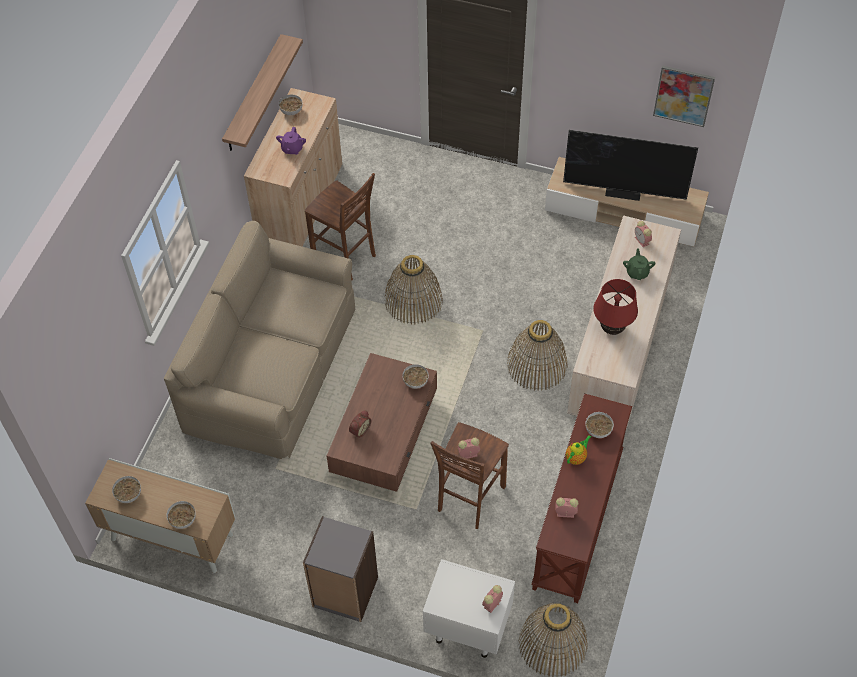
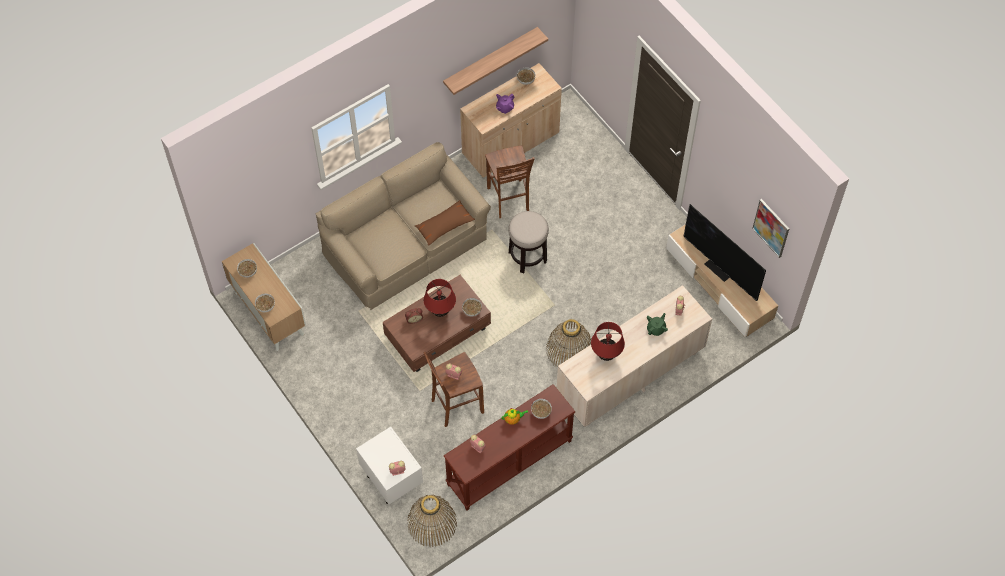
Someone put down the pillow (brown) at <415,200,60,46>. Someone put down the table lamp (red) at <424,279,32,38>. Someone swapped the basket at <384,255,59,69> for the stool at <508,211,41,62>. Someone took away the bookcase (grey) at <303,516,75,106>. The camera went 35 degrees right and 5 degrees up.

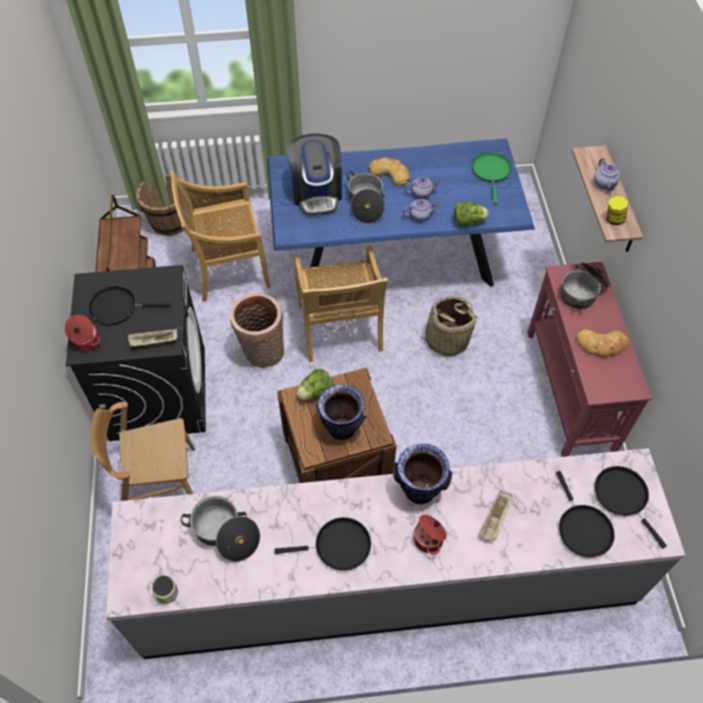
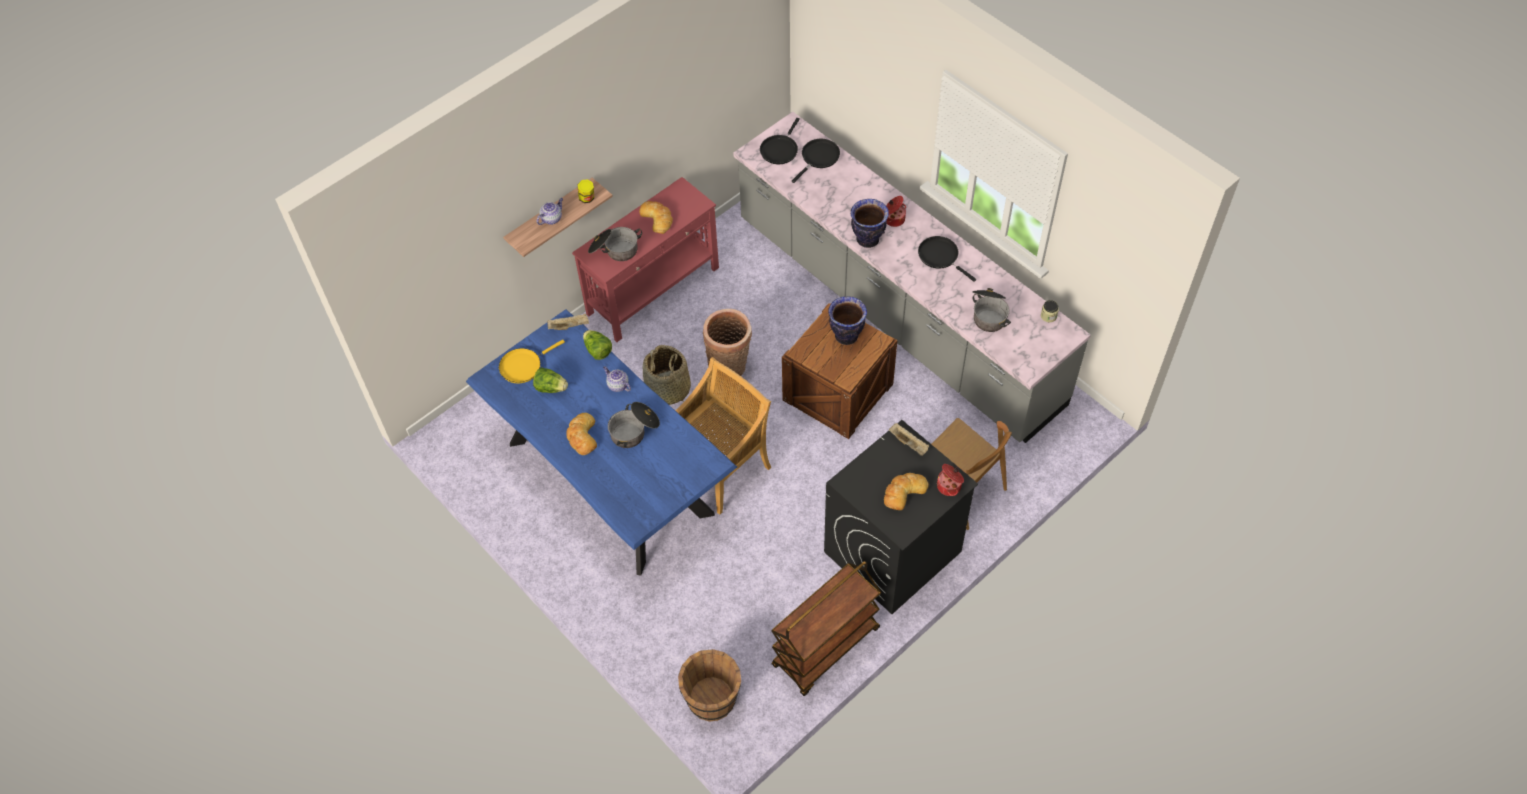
Someone repainted the frying pan (green) at <472,152,40,52>, which became the frying pan (yellow) at <499,340,66,43>. Someone carried the lettuce from <296,369,38,31> to <533,367,35,26>. Someone carried the tray (beige) from <479,490,34,51> to <547,313,42,17>. Someone carried the basket from <230,293,54,75> to <703,309,49,67>. Someone swapped the frying pan (black) at <88,286,83,39> for the bread at <884,473,45,37>. Someone took away the chair (beige) at <170,170,101,132>. Someone took away the coffee machine at <287,134,55,81>. Someone took away the teapot at <405,177,35,22>. The camera went 125 degrees left and 0 degrees up.

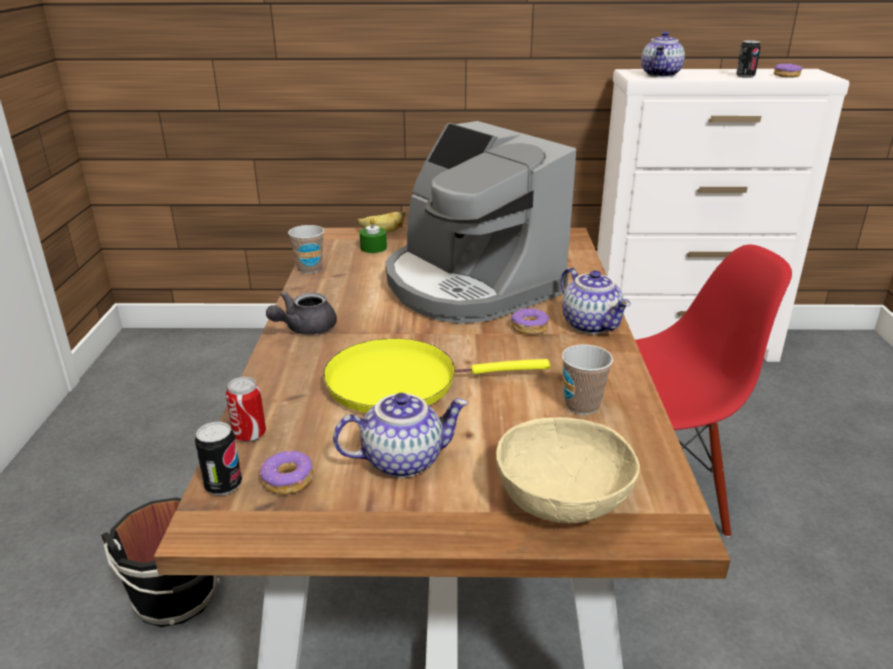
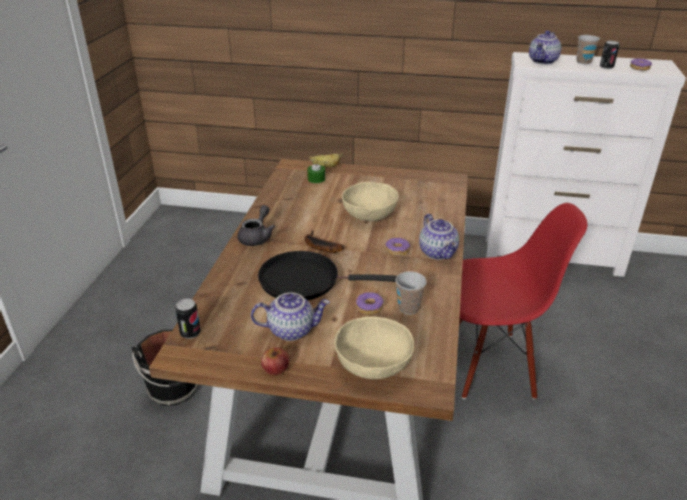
Someone rotated the teapot (grey) at <266,292,71,43> by 150 degrees clockwise. Someone repainted the frying pan (yellow) at <323,338,227,75>, which became the frying pan (black) at <258,251,139,49>. Someone put down the apple at <261,347,28,28>. Someone put down the banana at <305,230,39,23>. Someone swapped the coffee machine at <386,121,190,203> for the bowl (beige) at <342,182,57,39>. Someone carried the donut from <260,451,54,43> to <356,292,27,23>. Someone carried the cup from <288,225,36,49> to <577,35,23,29>. Someone took away the can at <226,377,40,65>. The camera went 10 degrees right and 5 degrees up.

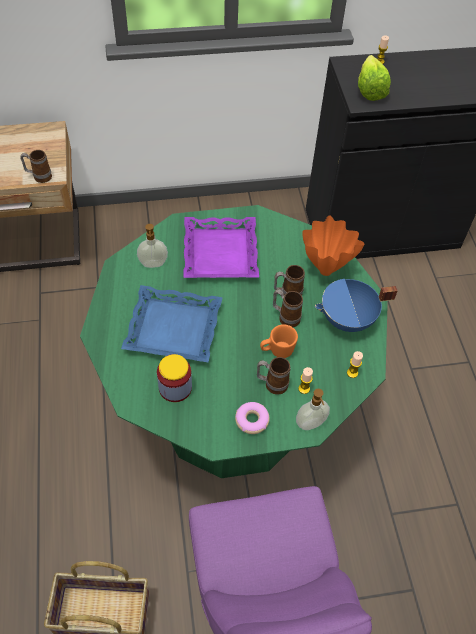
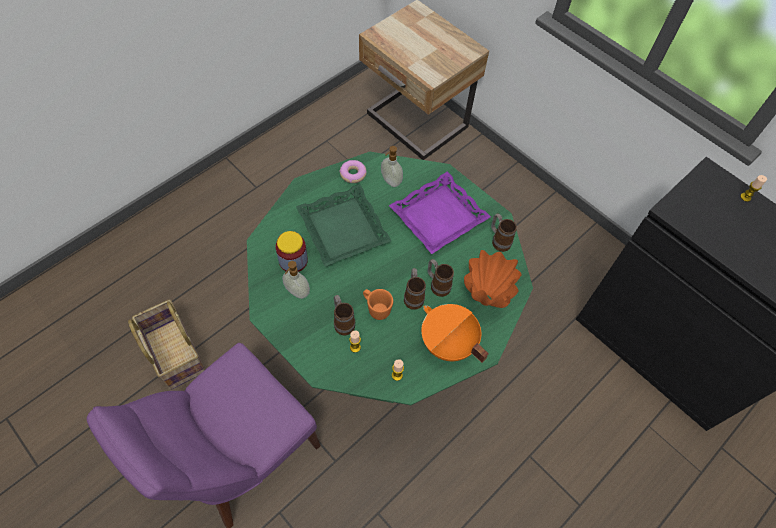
Someone carried the soap dispenser from <296,389,34,41> to <282,261,28,38>. Someone repainted the tray (blue) at <121,285,102,77>, which became the tray (green) at <296,184,95,82>. Someone carried the donut from <235,402,35,32> to <339,160,28,23>. Someone repainted the cooking pot (blue) at <315,279,82,53>, which became the cooking pot (orange) at <421,304,68,59>. Someone carried the mug from <20,150,32,33> to <491,214,26,38>. Someone took away the lettuce at <358,55,33,46>. The camera went 55 degrees right and 5 degrees up.

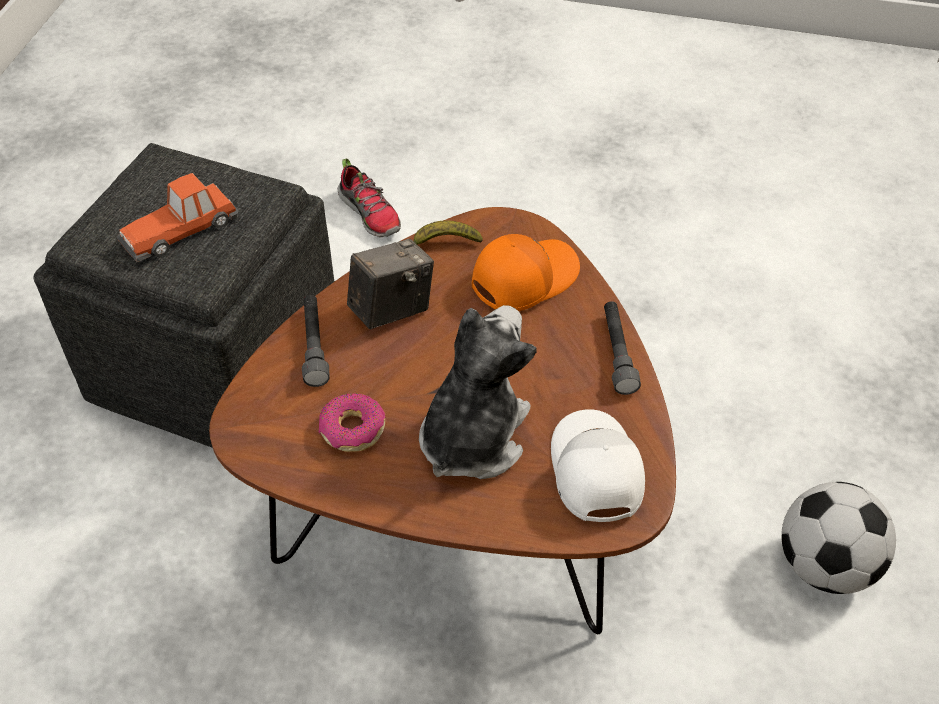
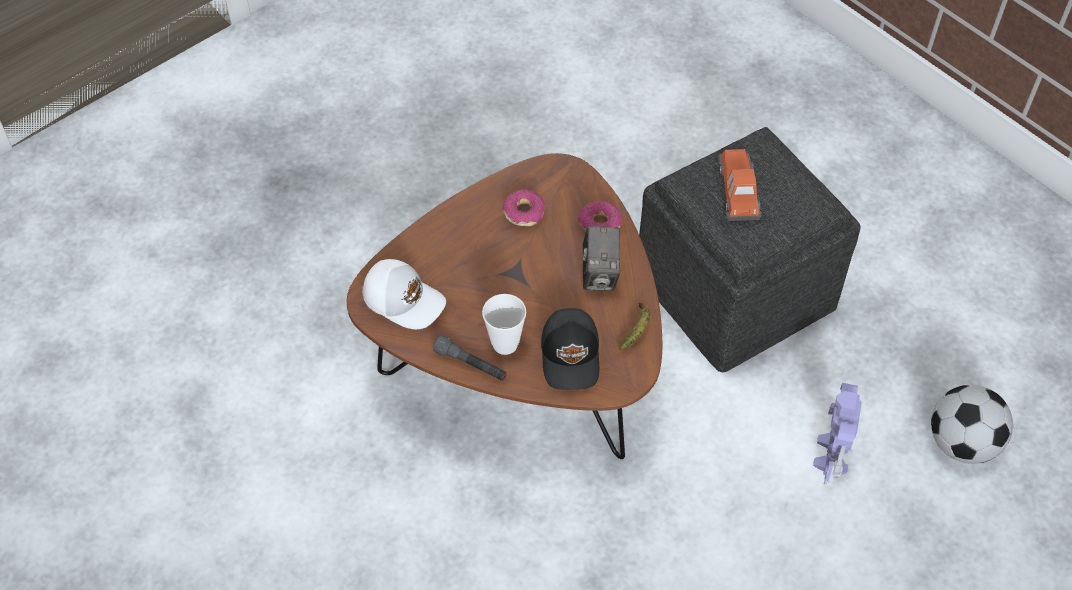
Someone put down the cup at <482,294,44,61>. Someone repainted the cap (orange) at <472,234,108,77>, which became the cap (black) at <541,308,58,82>. Someone swapped the flashlight (grey) at <302,295,27,92> for the donut at <578,201,44,31>. Someone swapped the shoe at <337,158,64,79> for the toy robot at <813,383,49,102>. Someone carried the football from <781,482,115,112> to <931,385,82,79>. Someone took away the plush toy at <419,305,118,174>. The camera went 125 degrees right and 5 degrees up.

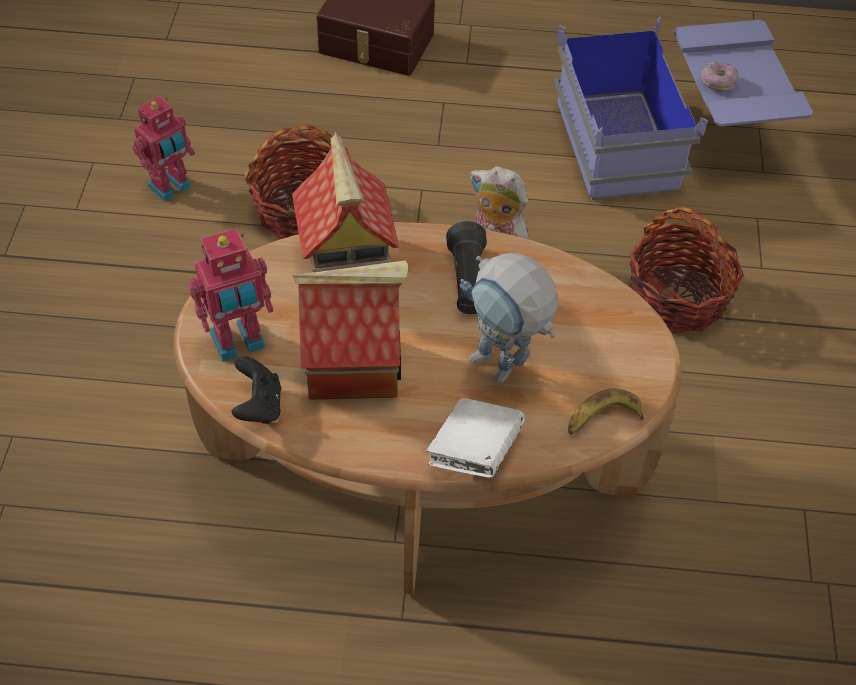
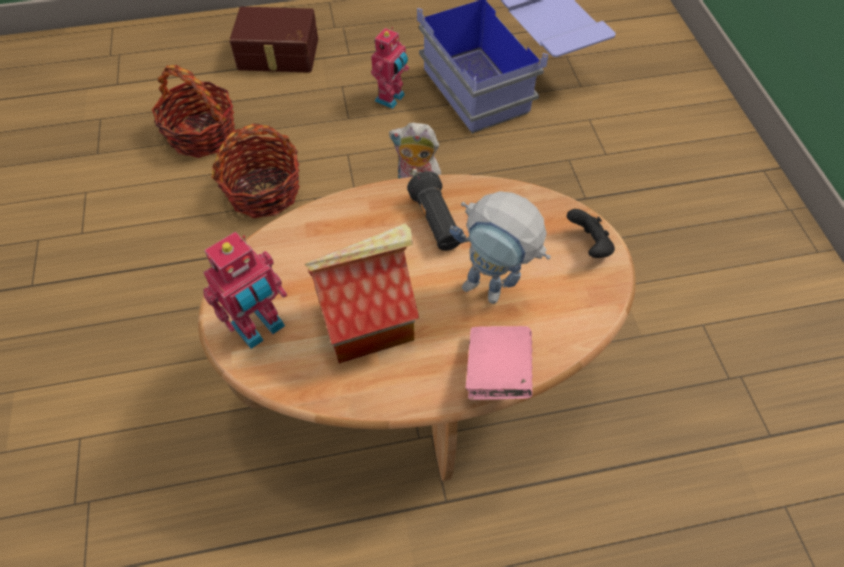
Someone carried the basket from <629,207,115,126> to <152,65,83,93>. Someone carried the toy robot from <132,96,63,106> to <371,27,38,82>. Someone repainted the book (white) at <427,398,98,80>, which became the book (pink) at <466,326,67,74>. Someone carried the game controller (black) from <232,356,49,68> to <567,209,48,49>. Someone took away the toy house at <292,132,107,140>. Someone took away the banana at <568,389,76,46>. Someone took away the donut at <701,61,37,31>. The camera went 15 degrees left and 5 degrees up.

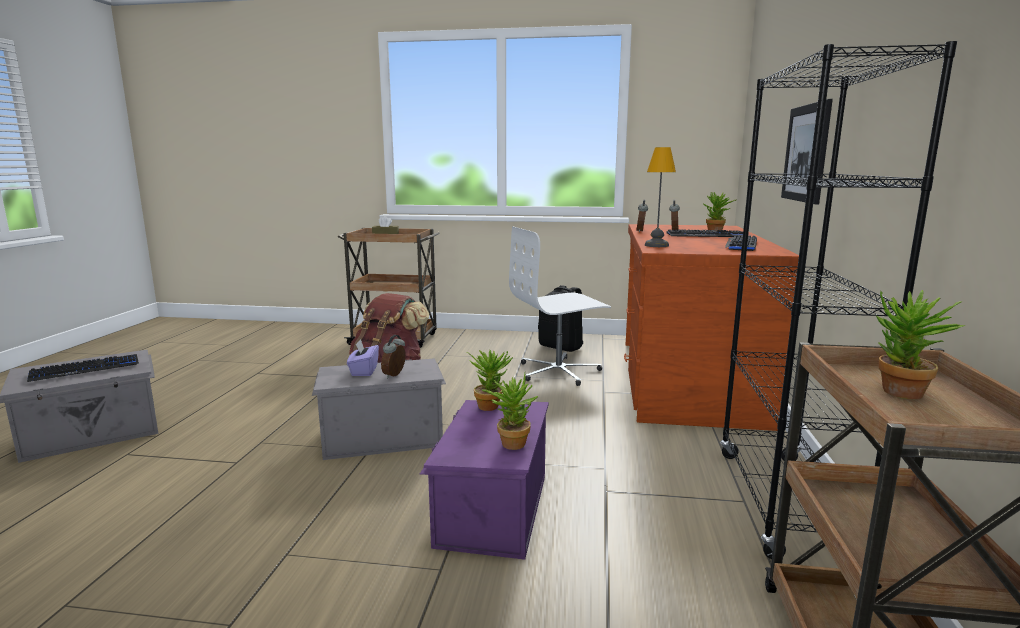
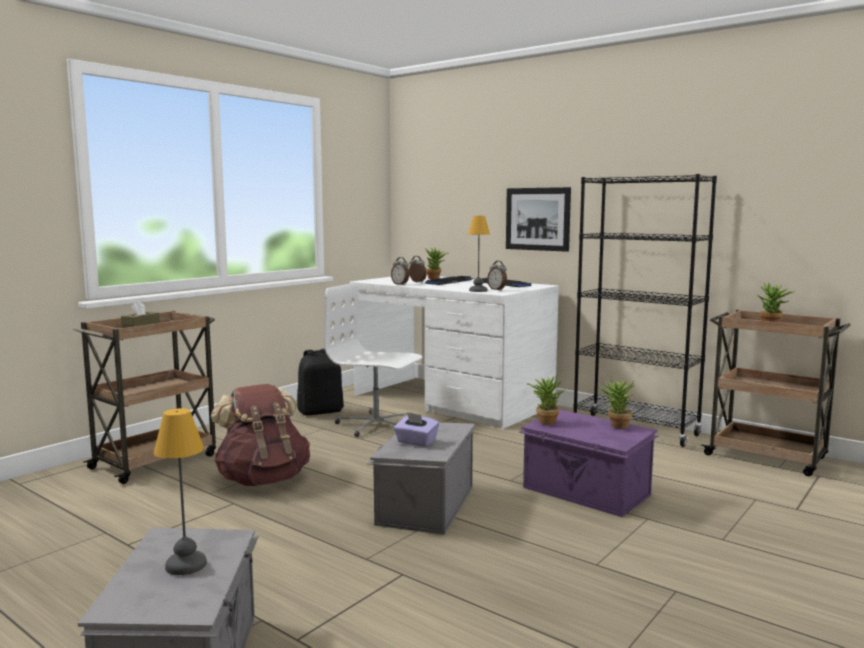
Someone swapped the keyboard at <27,354,112,28> for the table lamp at <154,408,53,167>. Someone rotated the office chair (white) at <509,226,102,160> by 105 degrees clockwise. Someone repainted the desk (brown) at <624,224,175,207>, which became the desk (white) at <350,275,209,154>. Someone carried the alarm clock from <381,335,25,43> to <487,261,20,30>. The camera went 60 degrees left and 5 degrees down.

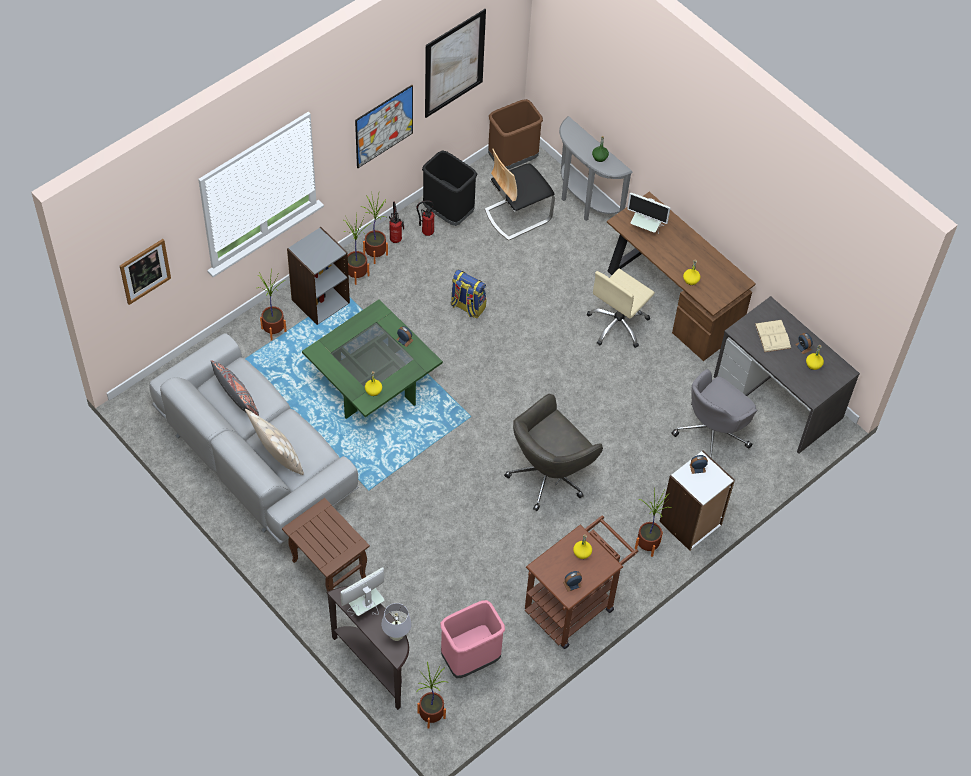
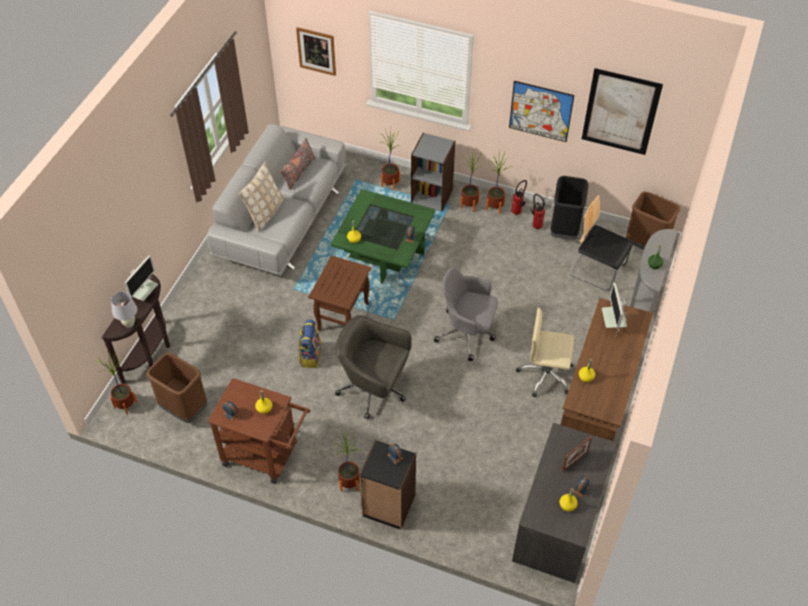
Someone rotated the monitor at <340,567,44,49> by 90 degrees clockwise. Someone repainted the trash can (pink) at <440,600,65,78>, which became the trash can (brown) at <146,353,62,70>. Someone carried the backpack from <451,270,35,48> to <298,319,24,49>. Someone carried the side table (brown) from <282,498,88,94> to <308,256,63,75>. Someone repainted the bookcase (white) at <659,450,76,101>, which became the bookcase (black) at <359,440,57,90>. Someone carried the office chair (grey) from <671,369,86,89> to <434,267,64,94>. Someone swapped the book (beige) at <755,320,36,32> for the picture frame at <562,436,30,35>. The camera went 65 degrees right and 5 degrees down.

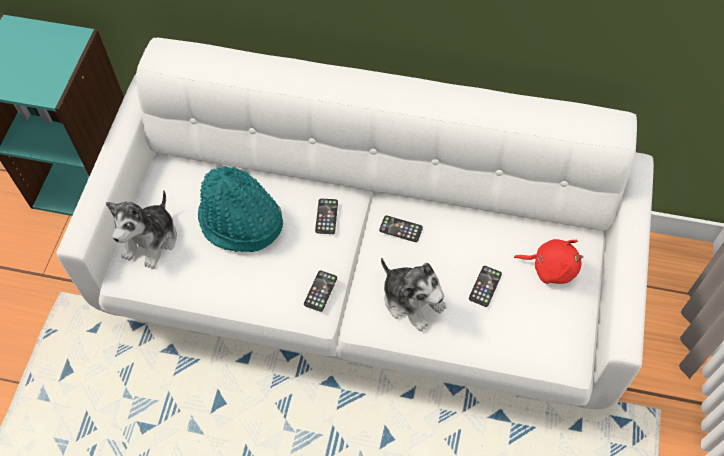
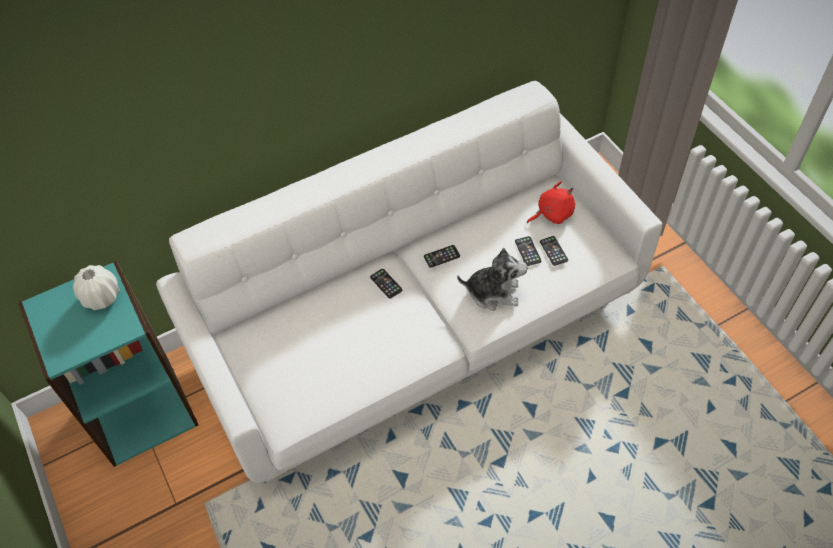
Someone put down the vase (white) at <73,265,47,45>. Someone carried the phone from <304,271,33,41> to <540,236,28,30>. Someone took away the plush toy at <106,190,71,79>. Someone took away the hat (turquoise) at <198,166,85,86>. The camera went 40 degrees left and 5 degrees down.

